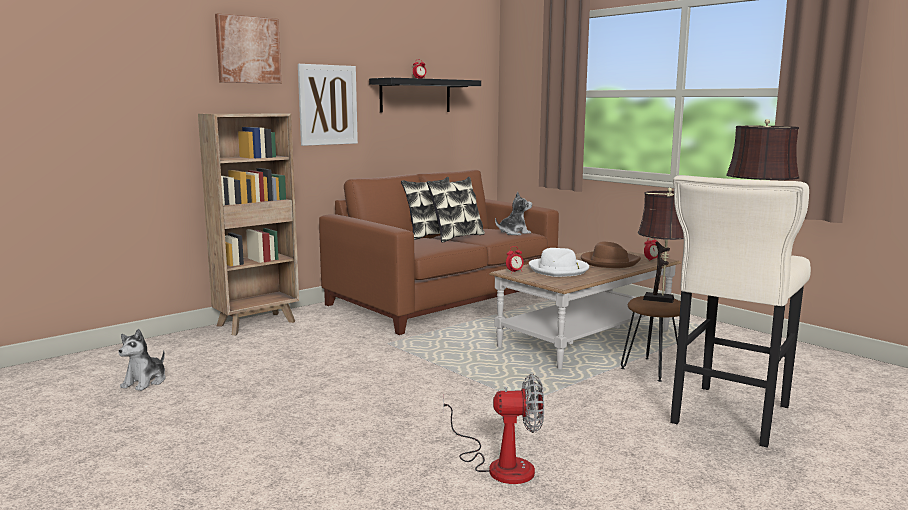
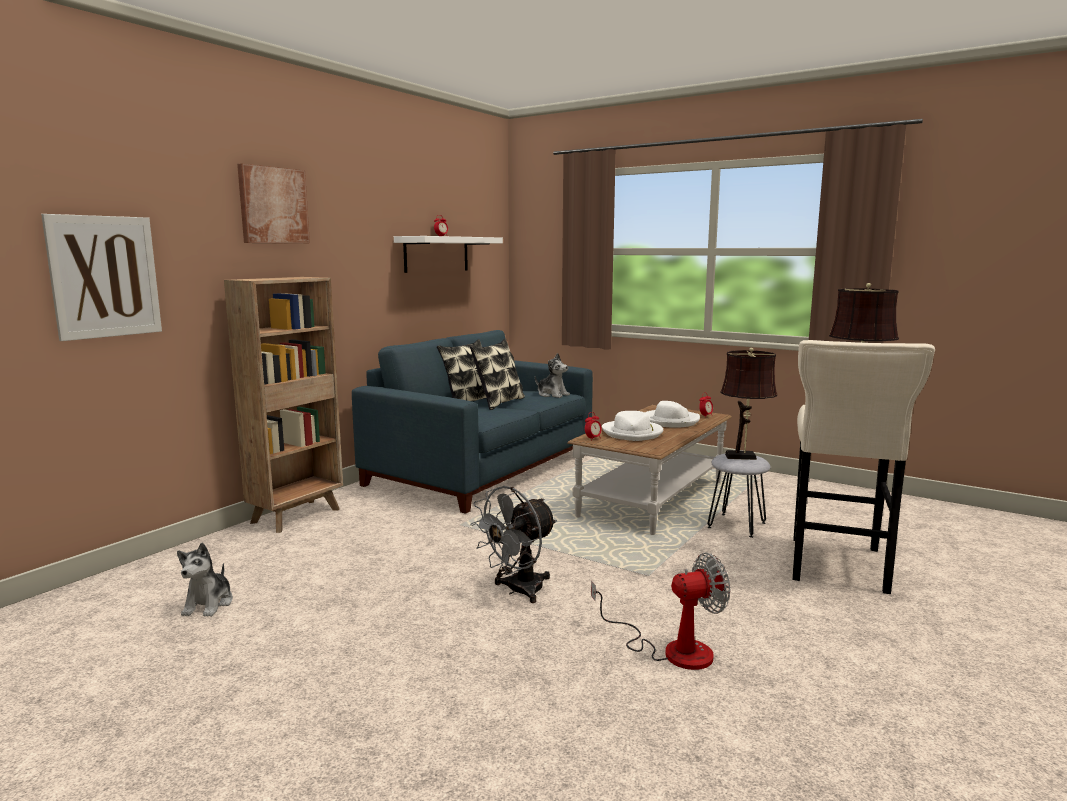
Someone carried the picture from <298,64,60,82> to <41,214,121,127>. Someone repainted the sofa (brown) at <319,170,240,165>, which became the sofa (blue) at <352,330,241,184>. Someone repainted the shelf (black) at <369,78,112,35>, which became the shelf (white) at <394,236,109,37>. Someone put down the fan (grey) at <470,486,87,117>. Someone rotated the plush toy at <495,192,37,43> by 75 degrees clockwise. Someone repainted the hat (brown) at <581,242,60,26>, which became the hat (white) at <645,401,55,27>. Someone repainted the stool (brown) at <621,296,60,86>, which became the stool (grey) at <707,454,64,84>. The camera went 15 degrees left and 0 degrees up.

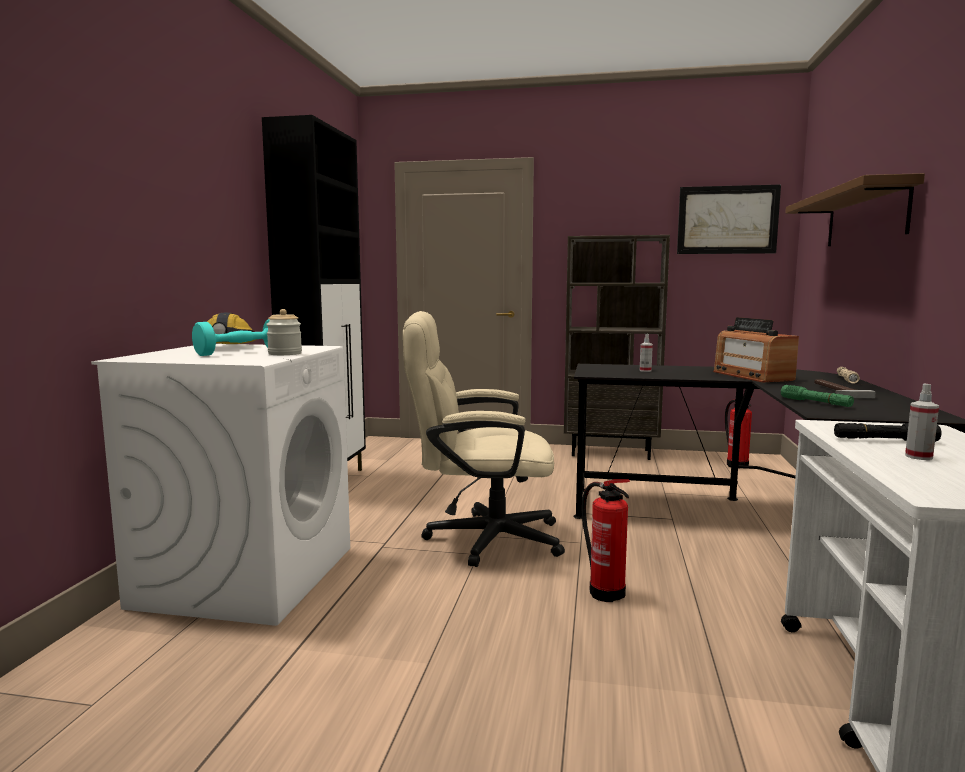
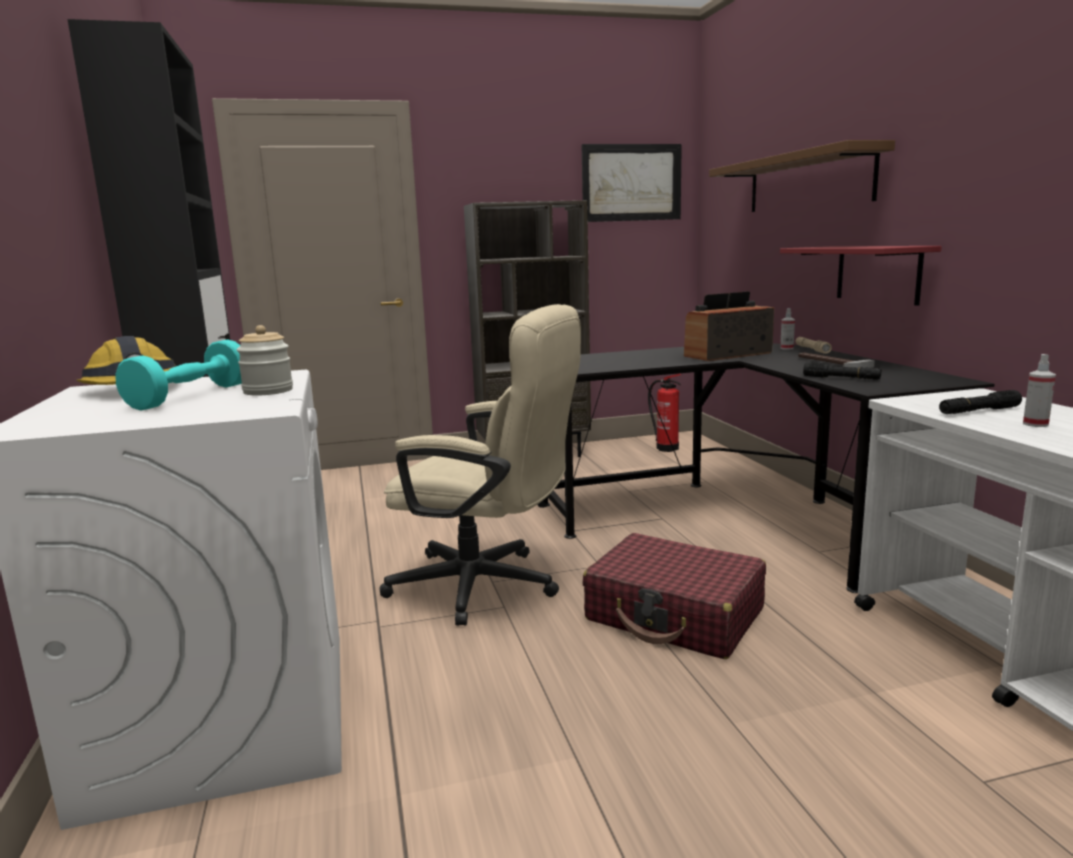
Someone rotated the office chair (beige) at <403,311,162,256> by 135 degrees counterclockwise. Someone swapped the fire extinguisher at <581,480,49,122> for the suitcase (red) at <582,533,184,126>. Someone rotated the radio at <713,317,86,65> by 105 degrees clockwise. Someone put up the shelf (red) at <780,246,162,60>. Someone carried the spray bottle from <640,334,13,38> to <780,308,15,42>. Someone repainted the flashlight (green) at <781,385,73,22>, which became the flashlight (black) at <803,363,78,17>. The camera went 25 degrees left and 5 degrees up.

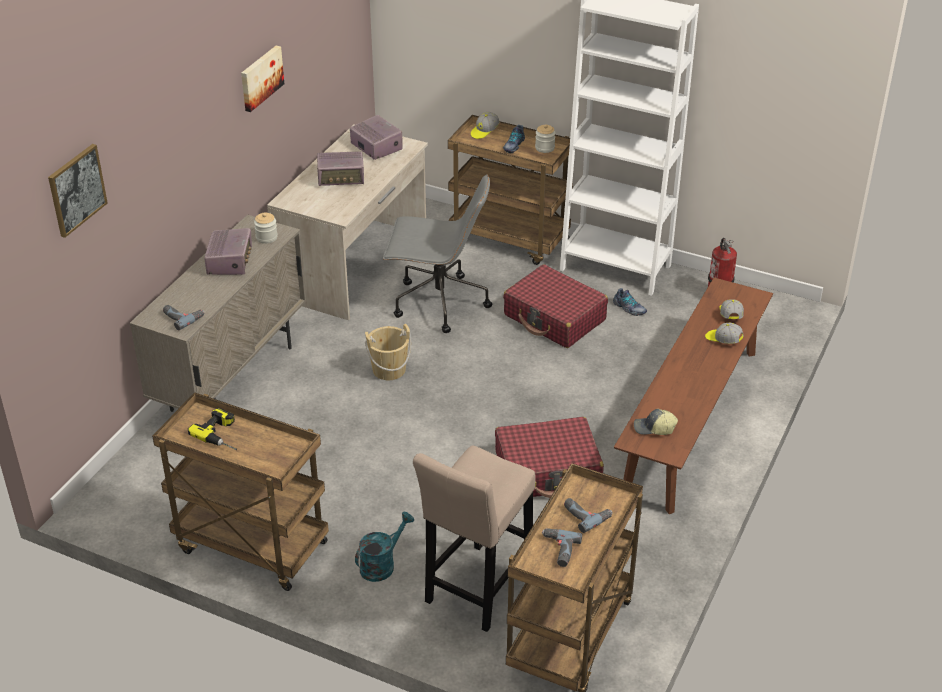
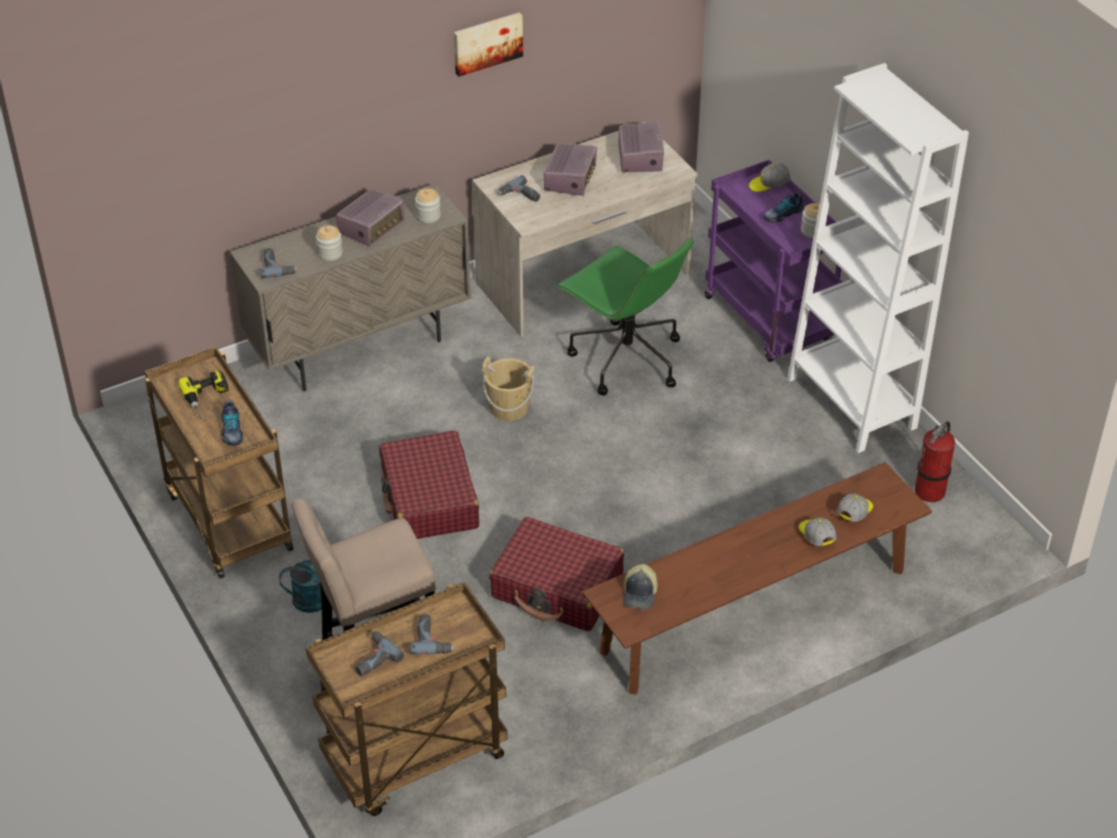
Someone carried the shoe from <613,288,34,28> to <221,401,22,45>. Someone put down the jar at <316,225,27,36>. Someone carried the suitcase (red) from <503,264,105,84> to <379,431,100,108>. Someone put down the power drill at <497,175,43,27>. Someone rotated the radio at <317,151,47,35> by 105 degrees counterclockwise. Someone repainted the office chair (grey) at <383,174,109,159>, which became the office chair (green) at <556,237,138,159>. Someone rotated the cap at <634,409,44,26> by 120 degrees counterclockwise. Someone repainted the cart (brown) at <448,115,125,150>, which became the cart (purple) at <705,160,137,202>. Someone took away the picture at <48,144,60,94>. The camera went 35 degrees right and 5 degrees up.

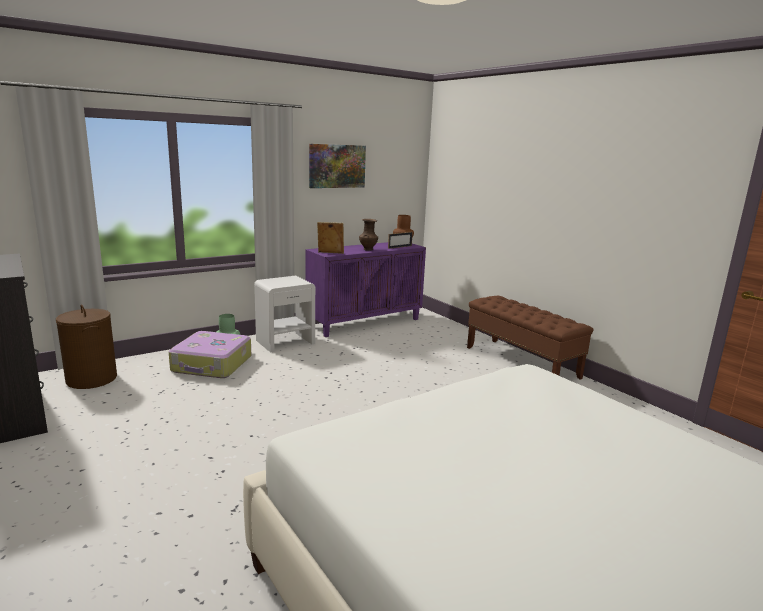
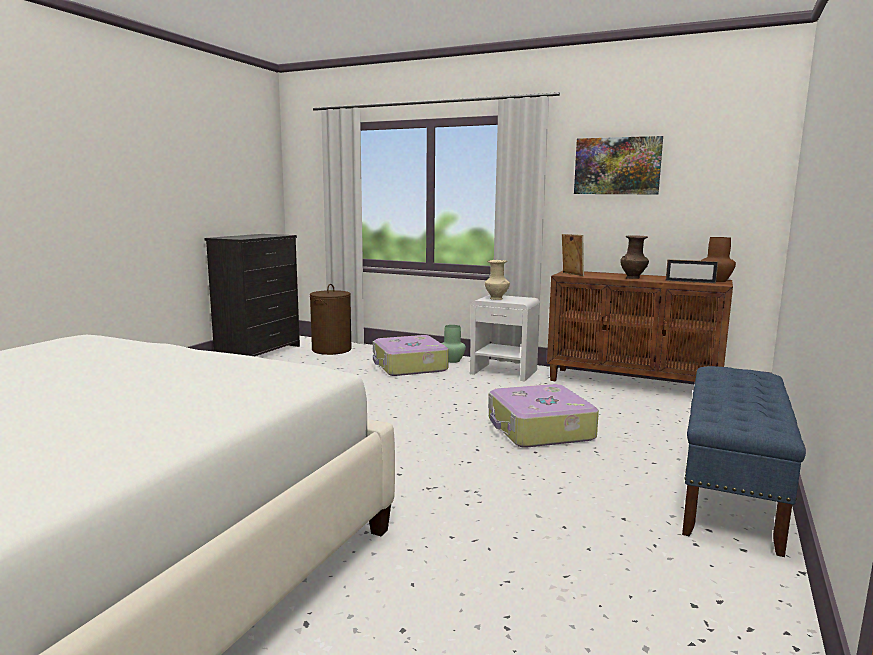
Someone put down the vase (beige) at <485,260,25,40>. Someone put down the suitcase at <488,384,111,64>. Someone repainted the cabinet (purple) at <305,242,121,95>, which became the cabinet (brown) at <547,271,186,111>. Someone repainted the bench (brown) at <467,296,126,84>, which became the bench (blue) at <682,366,124,191>. The camera went 60 degrees right and 5 degrees down.

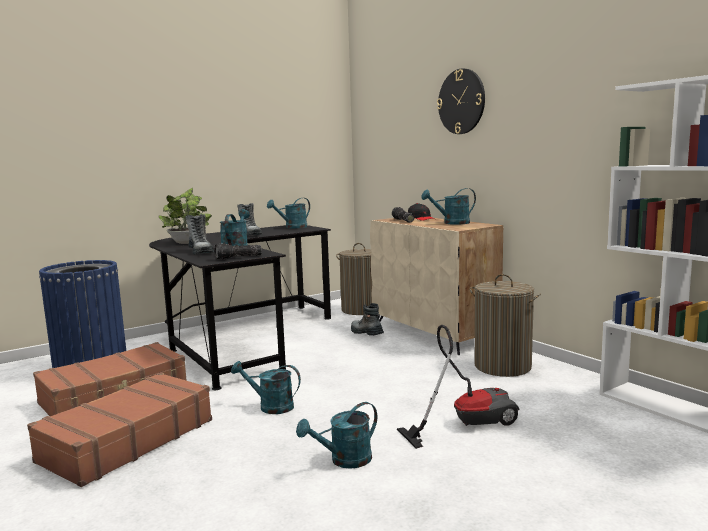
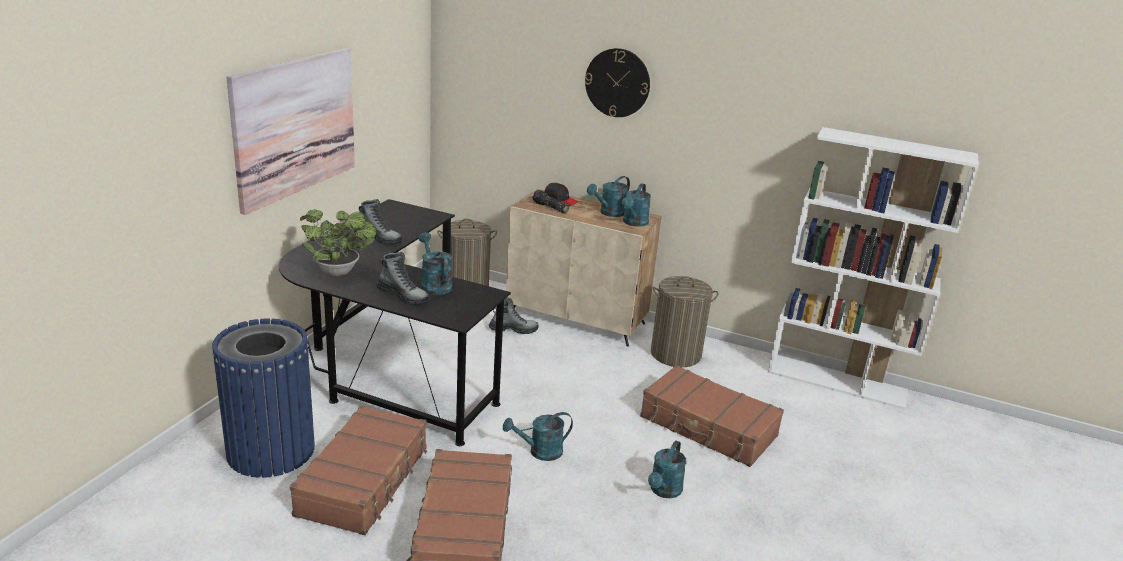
Someone put up the picture at <226,48,129,167>. Someone rotated the boot at <351,303,33,33> by 150 degrees clockwise. Someone carried the watering can (turquoise) from <267,198,43,30> to <622,183,29,44>. Someone swapped the vacuum cleaner at <397,325,122,124> for the suitcase (brown) at <640,365,144,102>. Someone took away the flashlight at <214,243,48,17>. The camera went 35 degrees left and 15 degrees up.

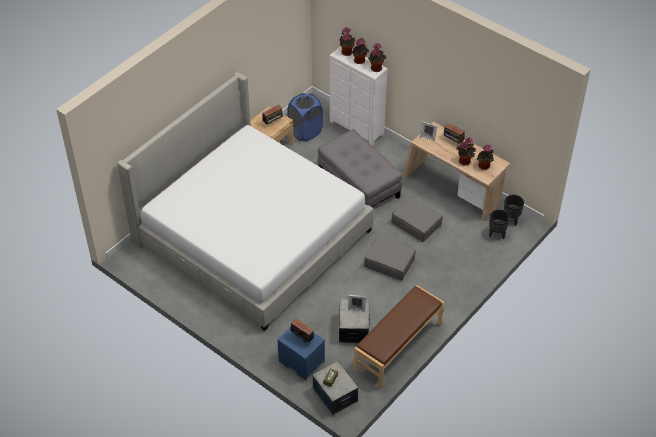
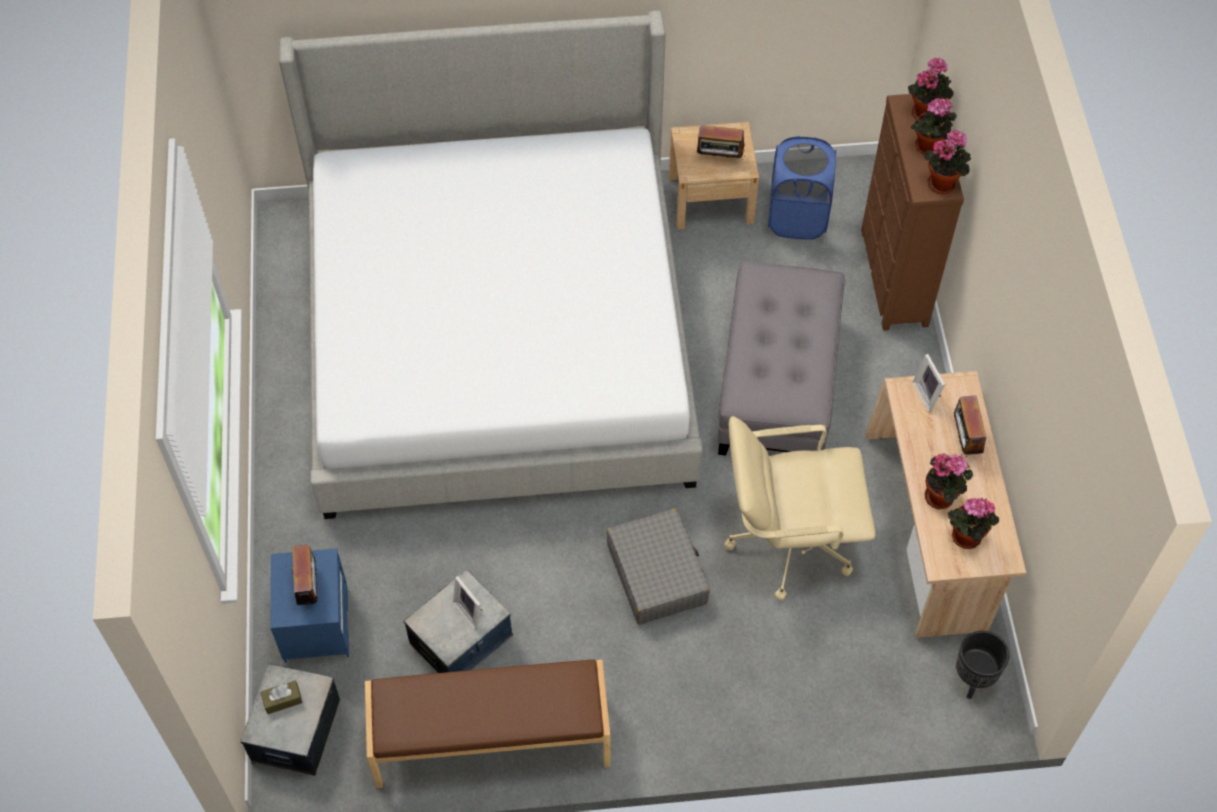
Someone swapped the suitcase (grey) at <391,197,52,45> for the office chair (beige) at <724,416,152,184>. Someone repainted the dresser (white) at <329,46,59,100>, which became the dresser (brown) at <861,94,103,237>. Someone took away the planter (black) at <489,209,21,30>. The camera went 45 degrees right and 10 degrees up.

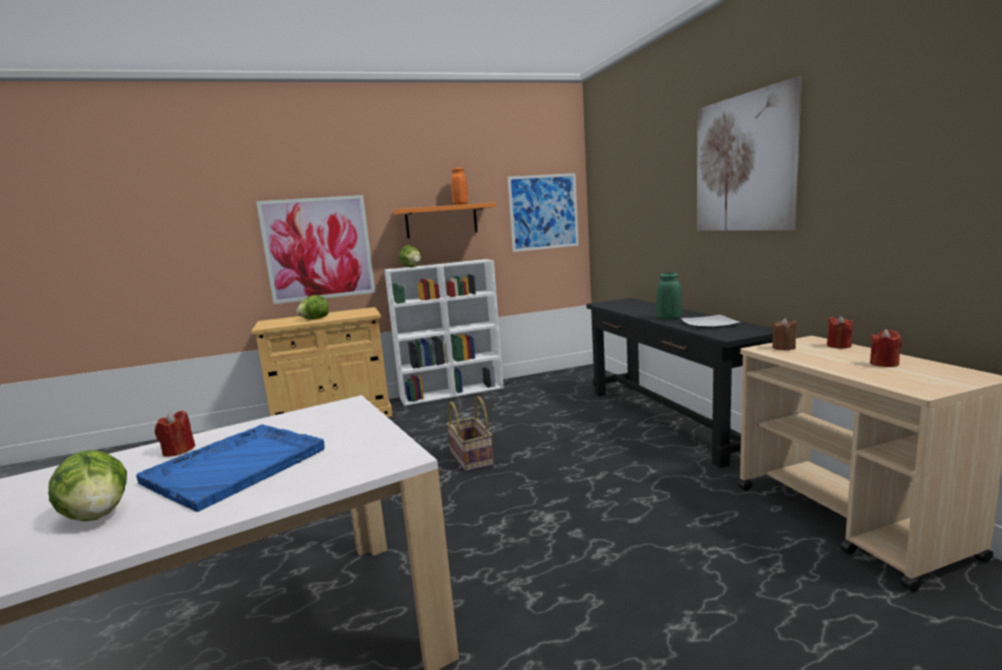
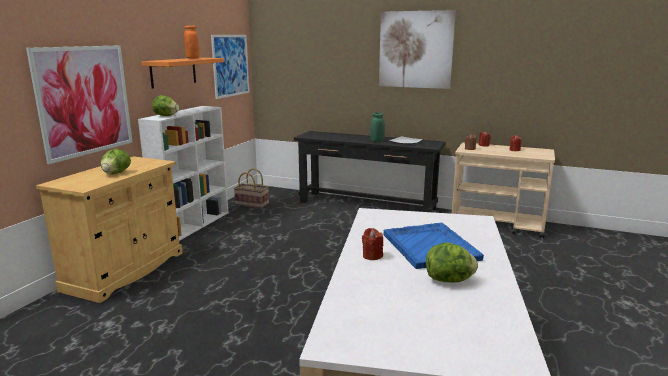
Someone carried the basket from <447,396,47,76> to <234,168,35,40>. The camera went 50 degrees left and 5 degrees up.

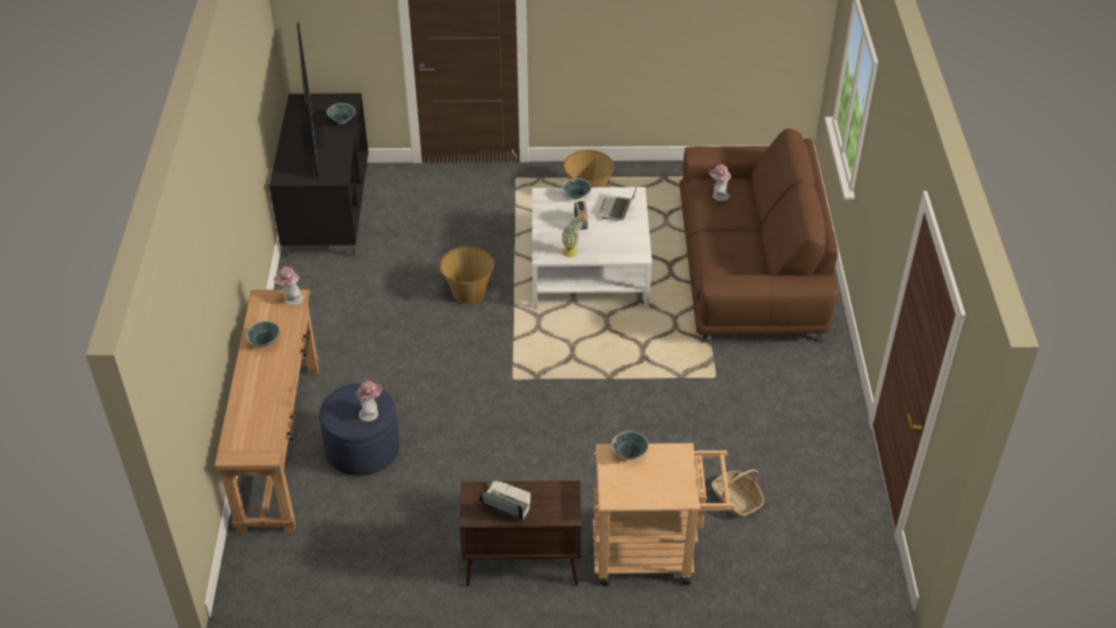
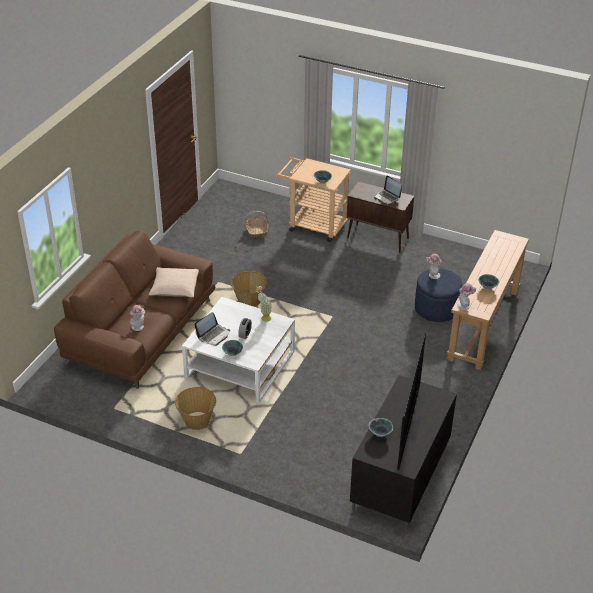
Someone put down the pillow (beige) at <149,267,50,31>. Someone carried the basket from <439,246,55,58> to <231,271,36,36>. The camera went 155 degrees left and 5 degrees down.

